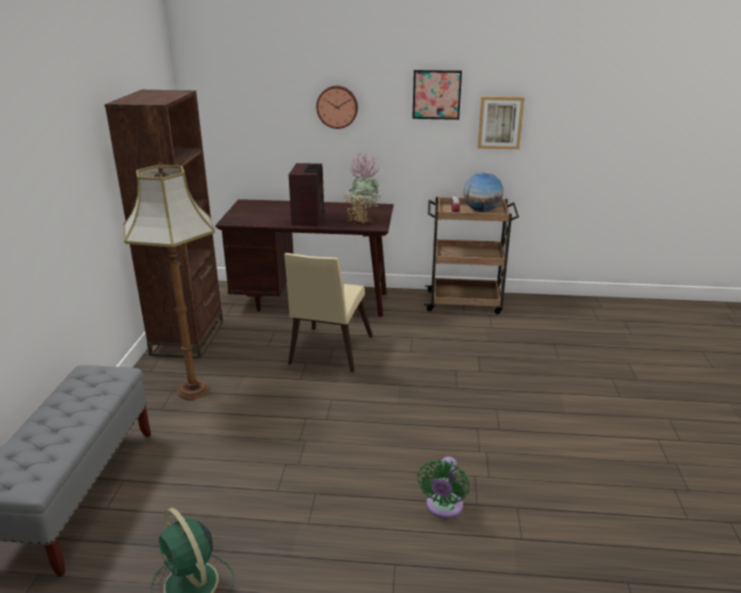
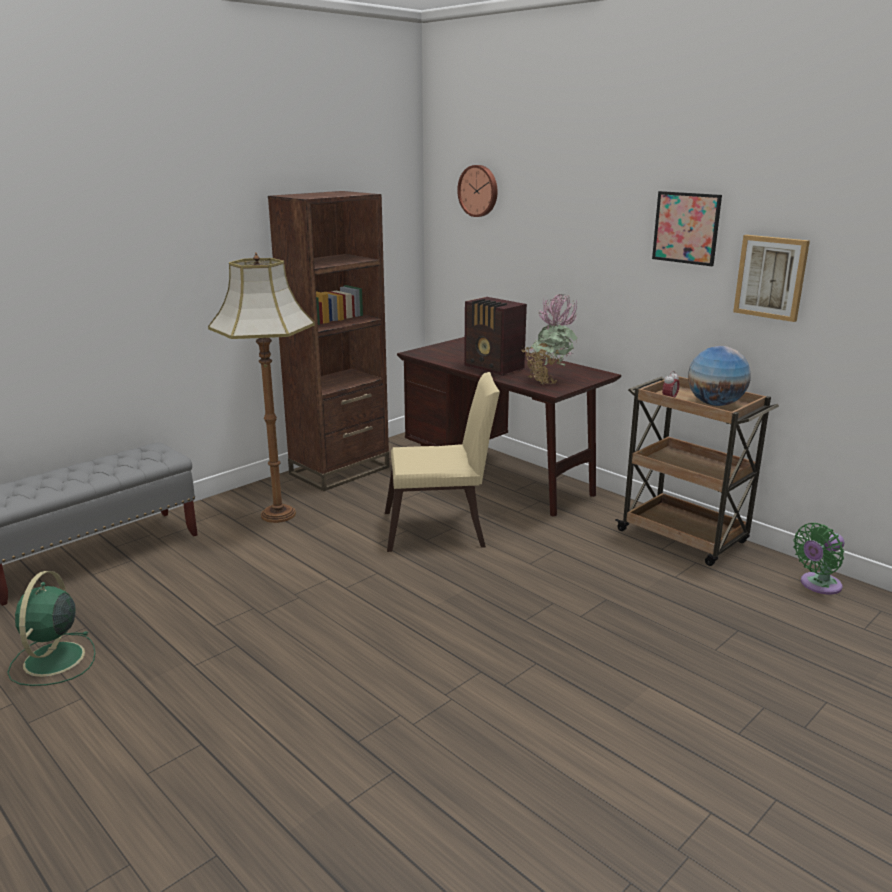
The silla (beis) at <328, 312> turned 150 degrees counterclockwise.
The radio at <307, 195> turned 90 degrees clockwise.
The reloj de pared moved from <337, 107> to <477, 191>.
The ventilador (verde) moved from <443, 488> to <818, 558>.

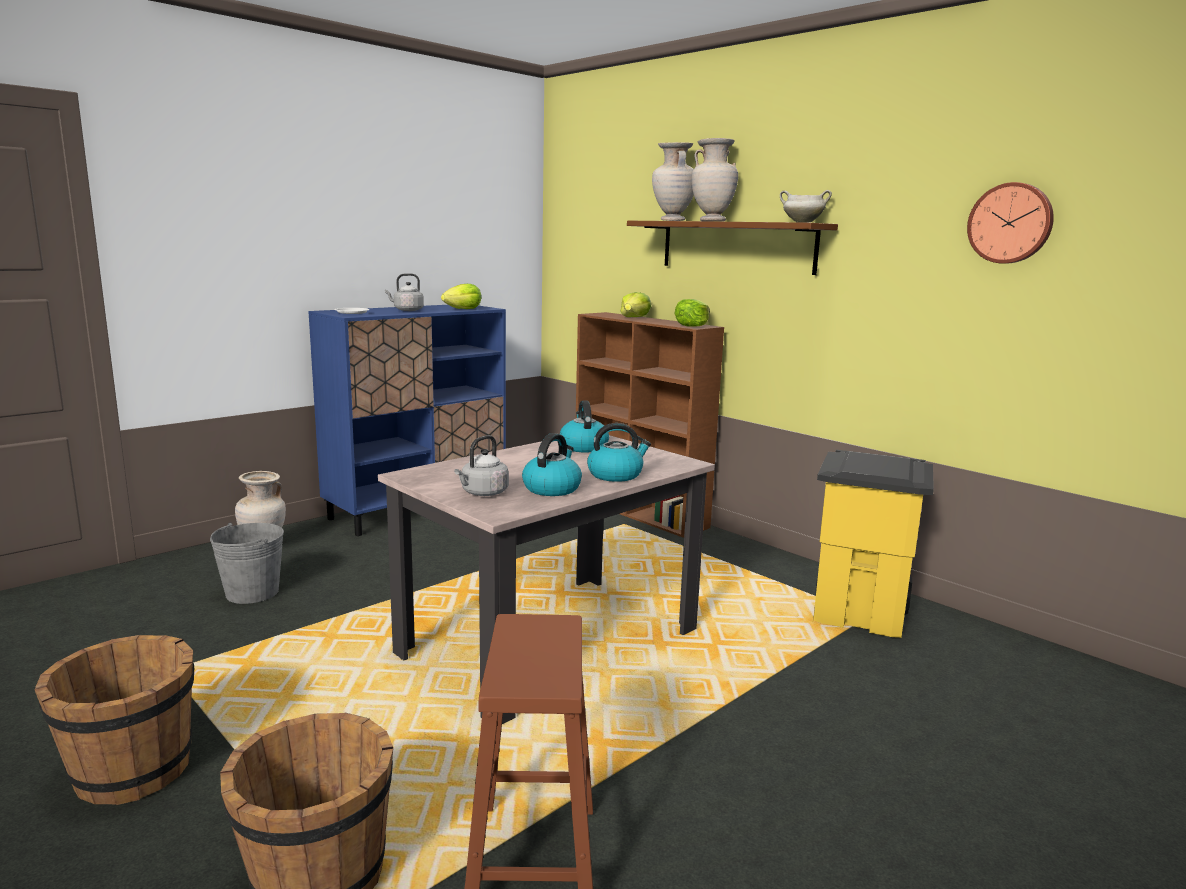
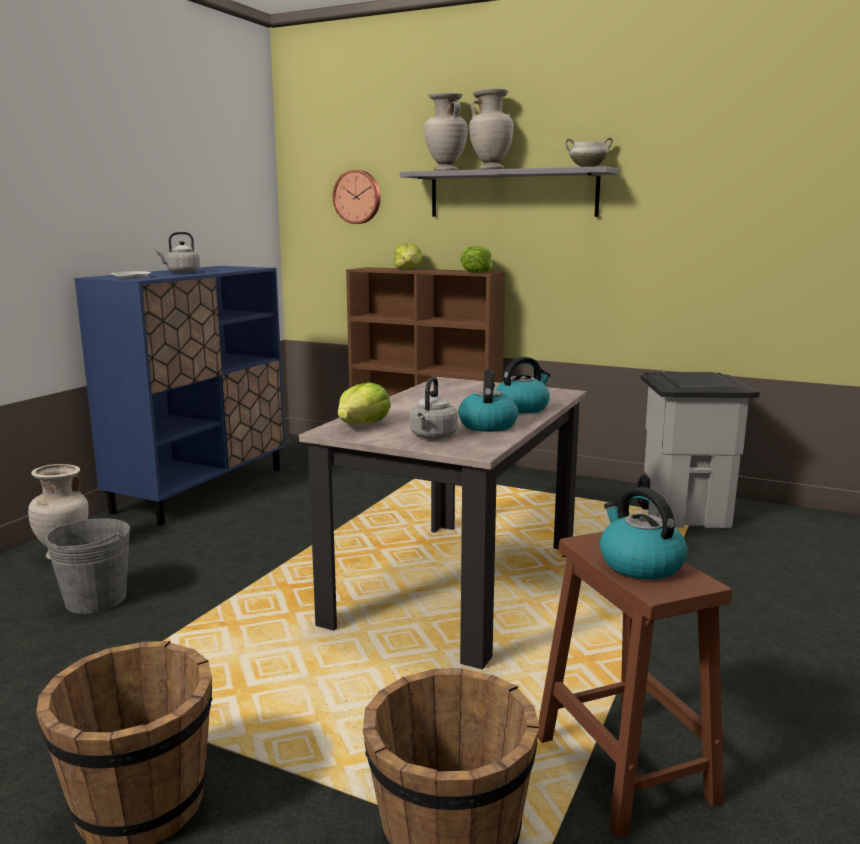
The lechuga moved from <461, 296> to <364, 403>.
The hervidor moved from <584, 426> to <643, 533>.
The estante (marrón) at <732, 248> became the estante (gris) at <509, 191>.
The papelera (amarillo) at <873, 544> became the papelera (gris) at <699, 450>.
The reloj de pared moved from <1010, 223> to <357, 197>.

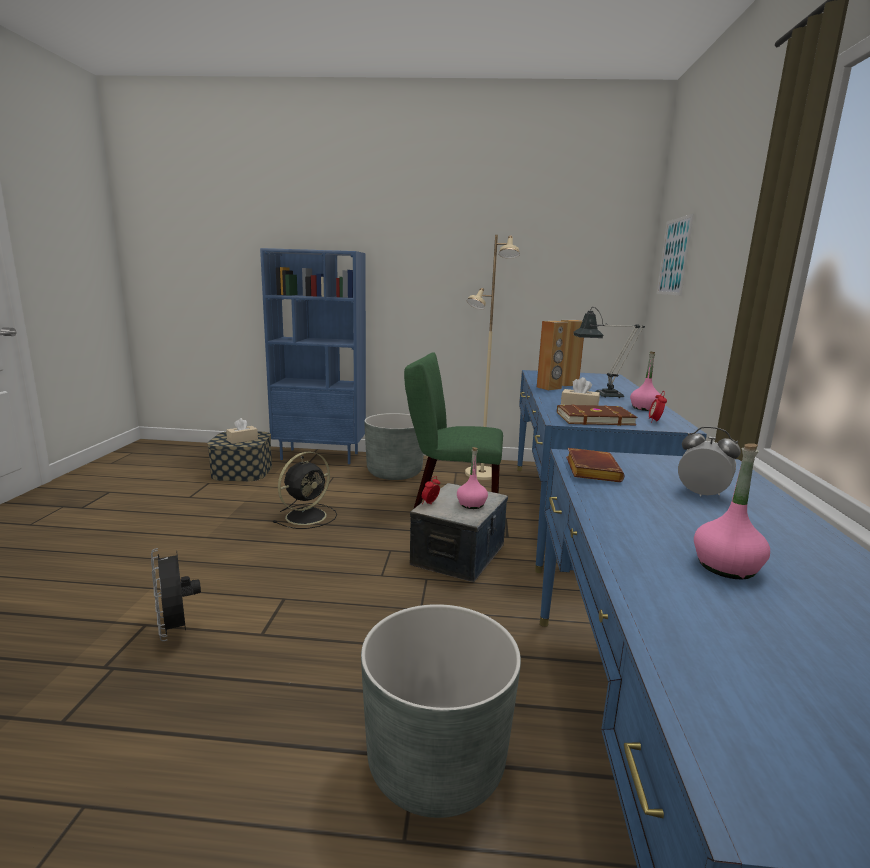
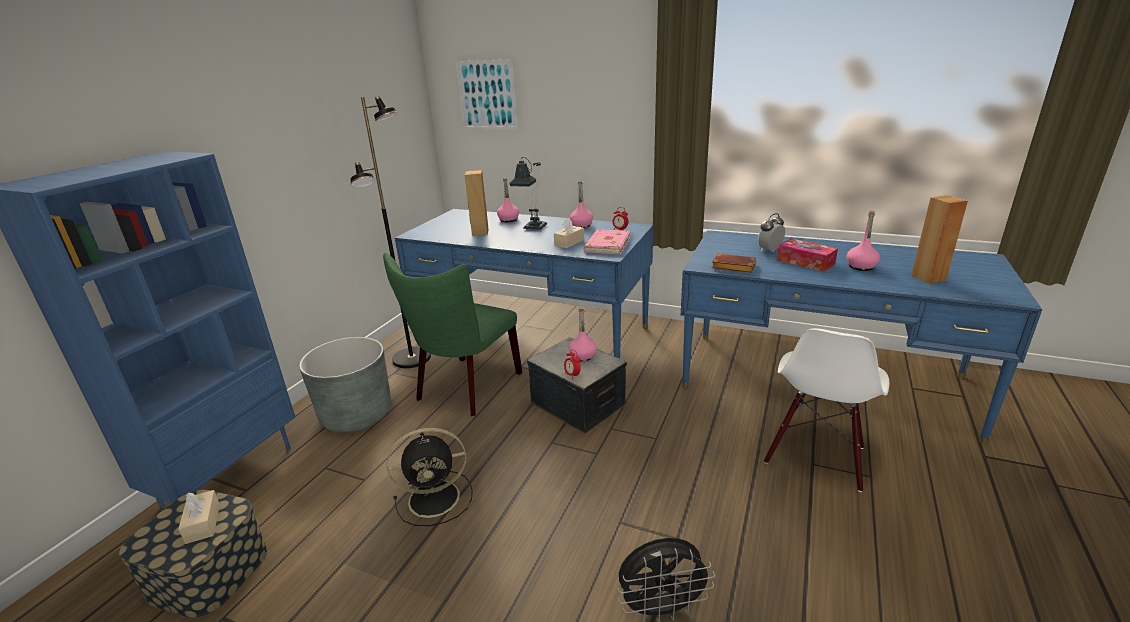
The ventilador (negro) at <305, 490> turned 105 degrees clockwise.
The maceta (gris) at <441, 711> was replaced by the silla (blanco) at <826, 410>.
The lámpara de pie (beis) at <492, 357> became the lámpara de pie (negro) at <390, 232>.
The altavoz (marrón) moved from <552, 355> to <939, 239>.
The libro (marrón) at <597, 415> became the libro (rosa) at <607, 241>.
The botella (rosa) at <508, 199> appeared.
The caja de pañuelos at <807, 255> appeared.

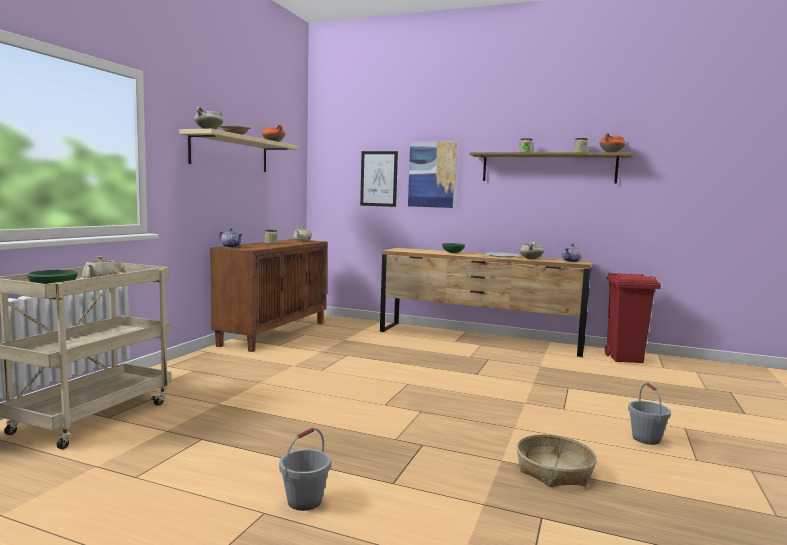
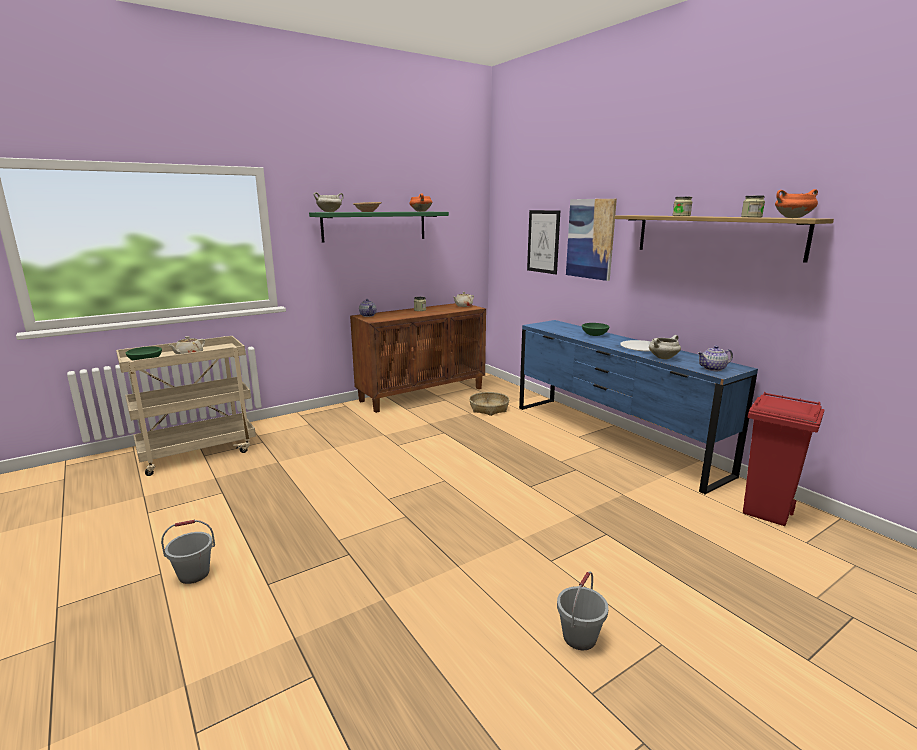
The estante (beis) at <238, 150> became the estante (verde) at <379, 227>.
The cómoda (marrón) at <485, 302> became the cómoda (azul) at <638, 407>.
The cesta moved from <557, 460> to <489, 404>.

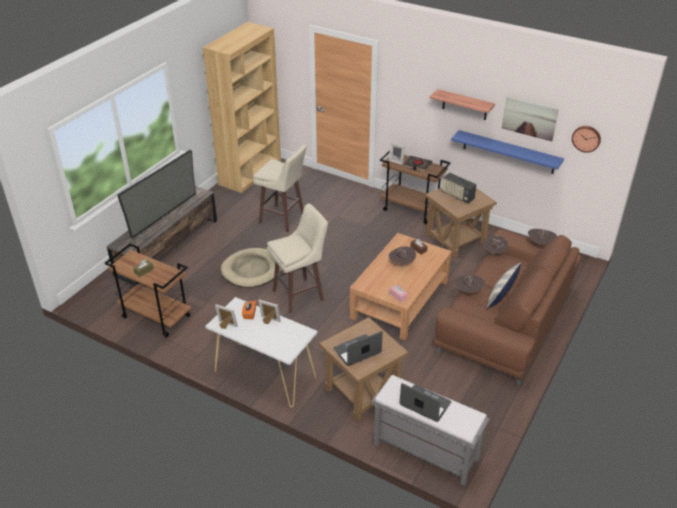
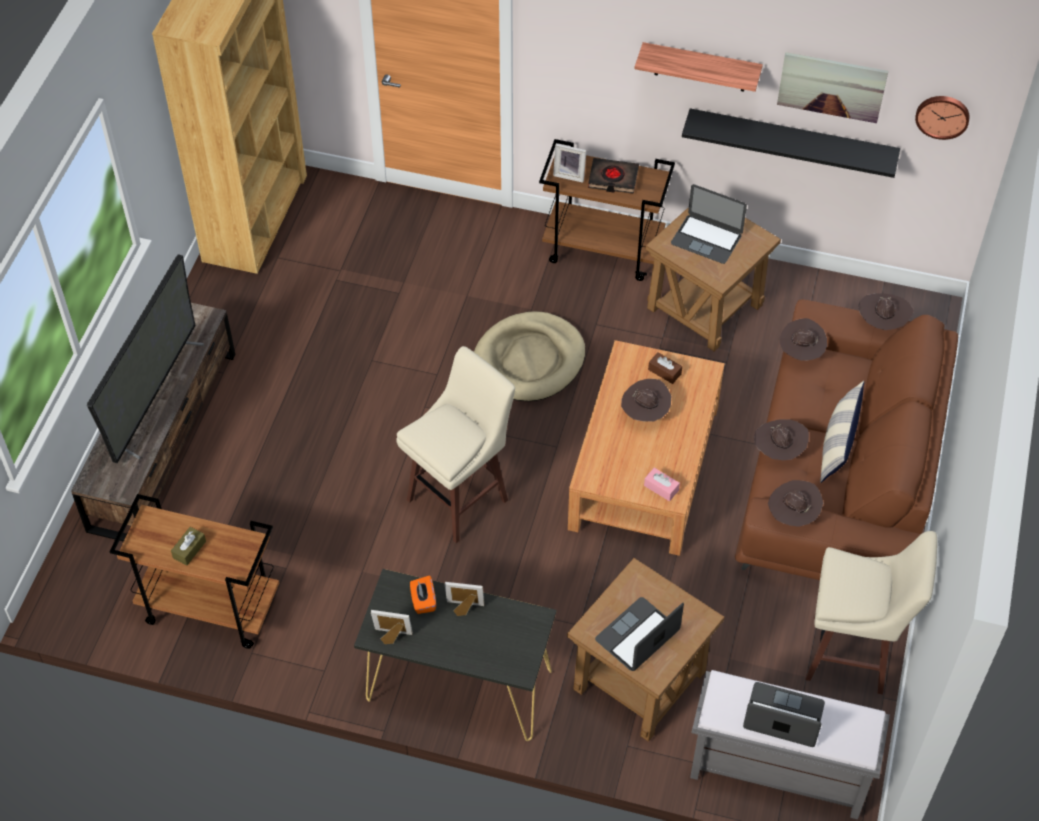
The mesa consola (blanco) at <261, 352> became the mesa consola (negro) at <455, 655>.
The cama para perro (beis) moved from <251, 268> to <529, 356>.
The taburete (beis) moved from <279, 188> to <871, 613>.
The radio at <459, 188> was replaced by the portátil at <709, 224>.
The estante (azul) at <507, 152> became the estante (negro) at <791, 143>.
The sombrero (marrón) at <795, 503> appeared.

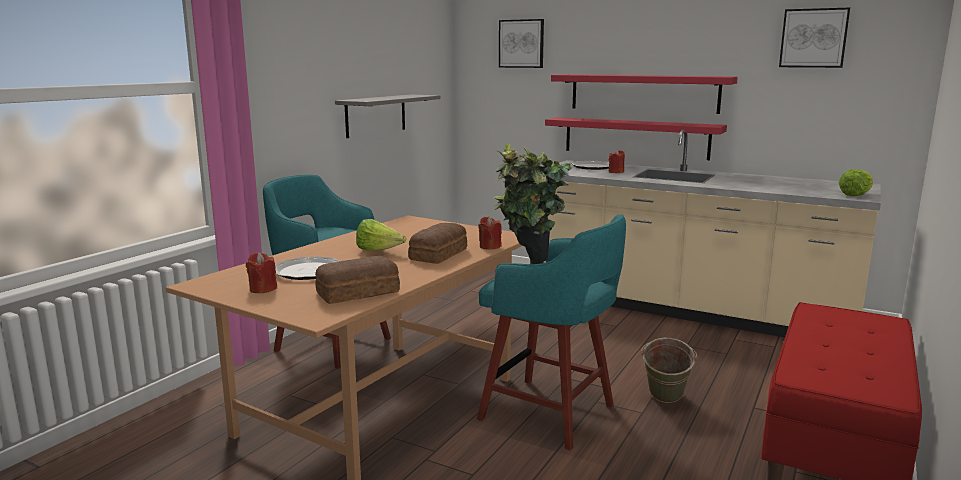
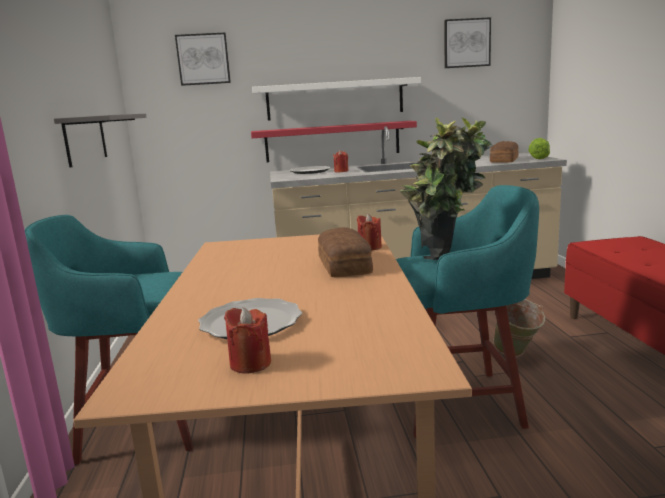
The pan moved from <357, 280> to <504, 152>.
The lechuga at <381, 235> disappeared.
The estante (rojo) at <644, 94> became the estante (blanco) at <336, 99>.

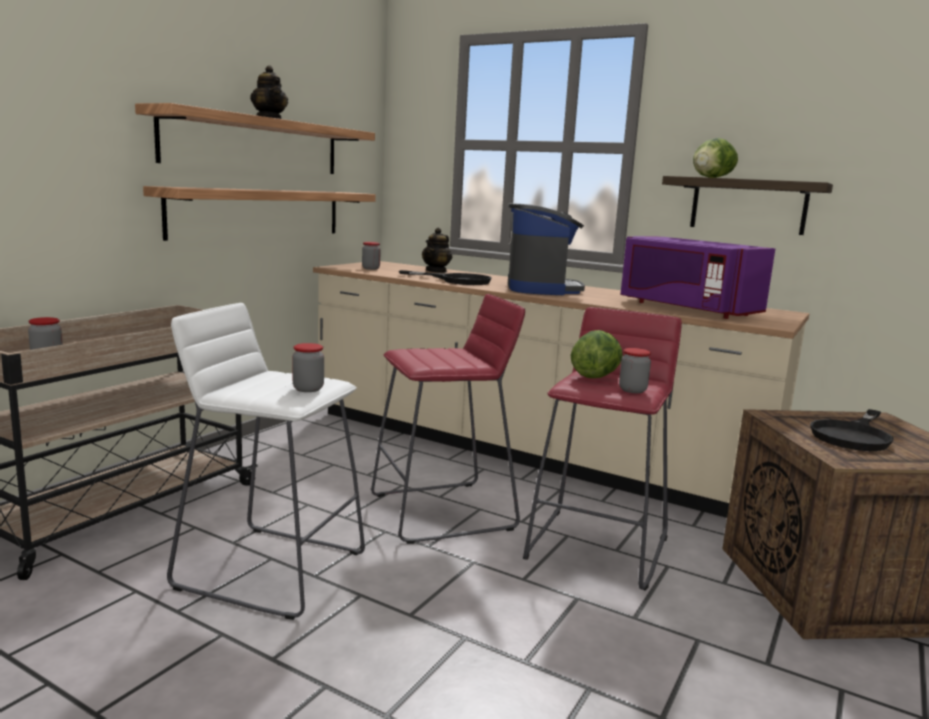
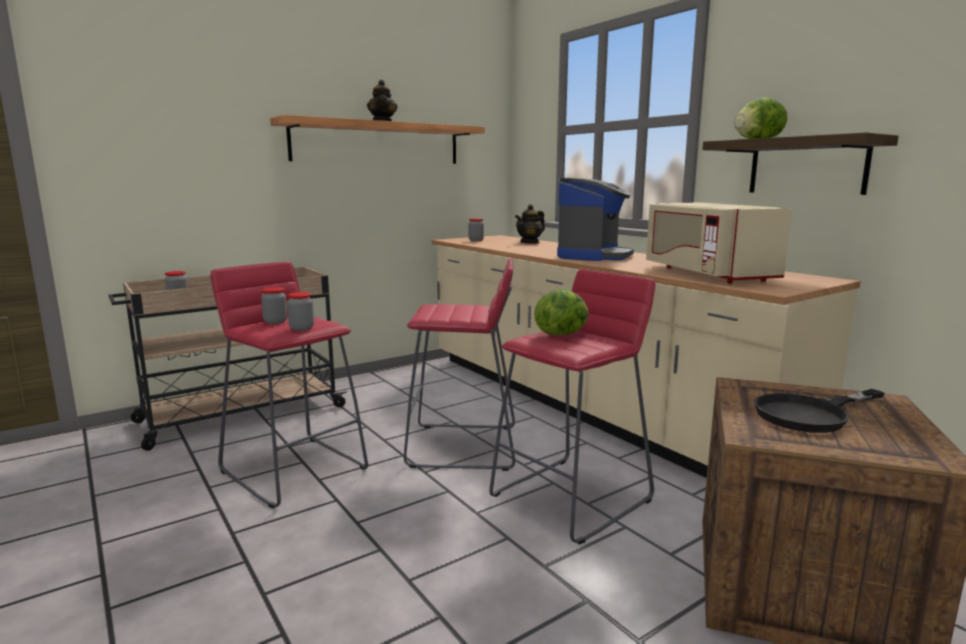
The estante at <259, 213> disappeared.
The taburete (blanco) at <266, 461> became the taburete (rojo) at <289, 385>.
The sartén (negro) at <445, 277> disappeared.
The tarro moved from <635, 370> to <274, 305>.
The microondas (morado) at <698, 277> became the microondas (beis) at <719, 243>.

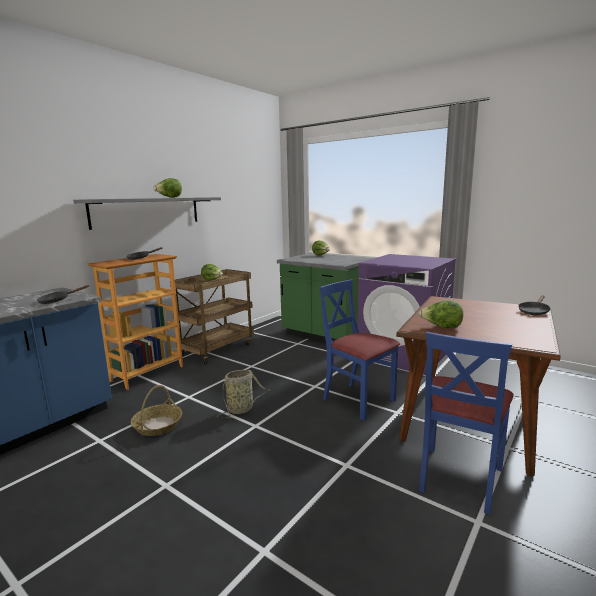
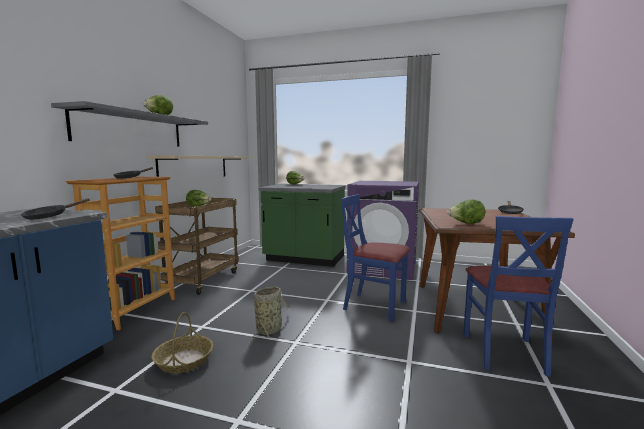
The estante (beis) at <198, 166> appeared.

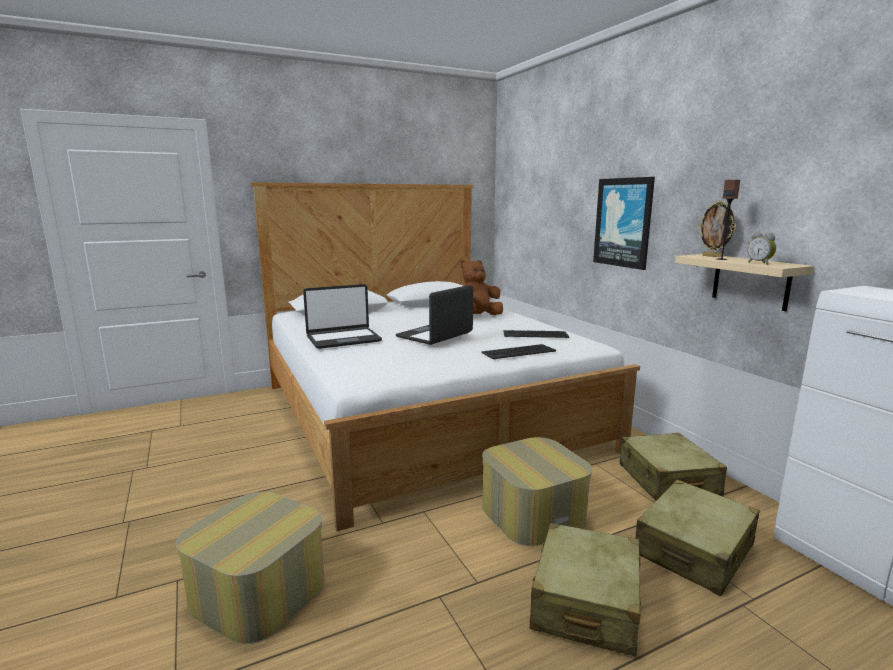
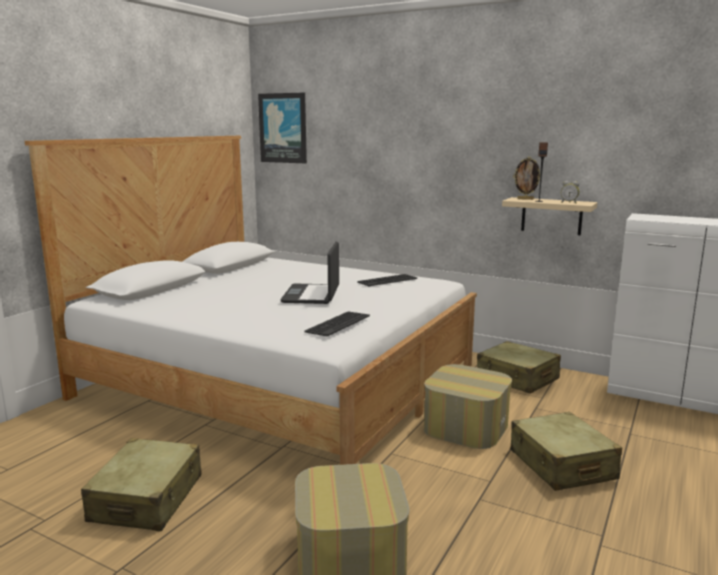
The portátil at <342, 316> disappeared.
The peluche (marrón) at <481, 287> disappeared.
The teclado moved from <518, 352> to <337, 324>.
The cuadro moved from <624, 223> to <282, 128>.
The maleta (beis) moved from <697, 537> to <141, 484>.

